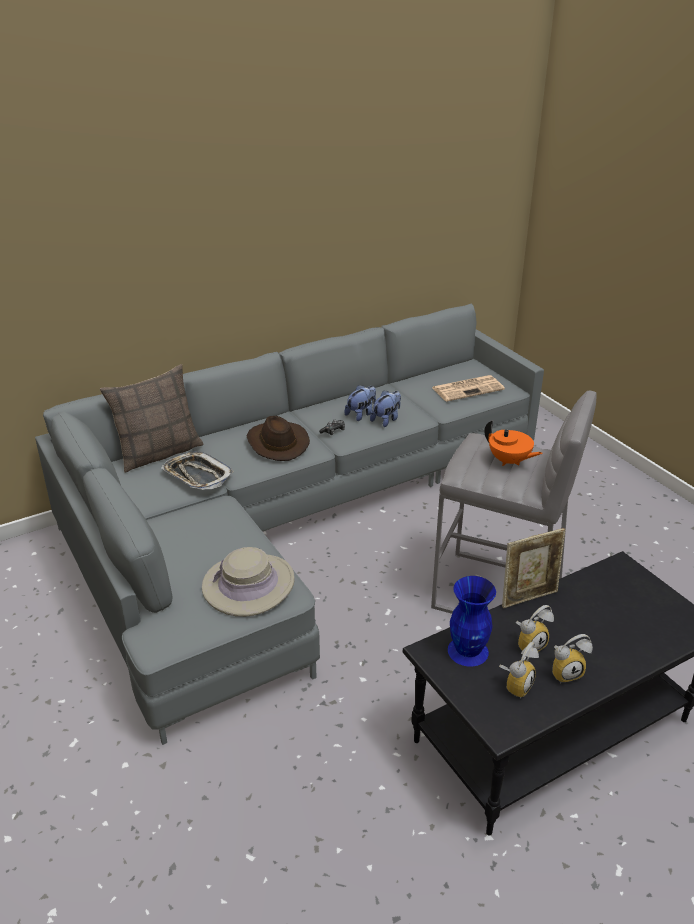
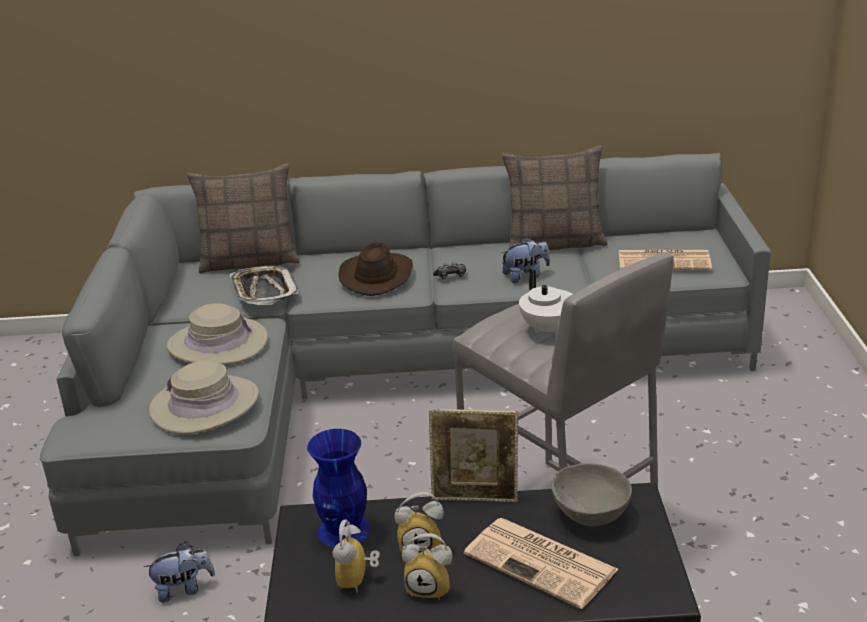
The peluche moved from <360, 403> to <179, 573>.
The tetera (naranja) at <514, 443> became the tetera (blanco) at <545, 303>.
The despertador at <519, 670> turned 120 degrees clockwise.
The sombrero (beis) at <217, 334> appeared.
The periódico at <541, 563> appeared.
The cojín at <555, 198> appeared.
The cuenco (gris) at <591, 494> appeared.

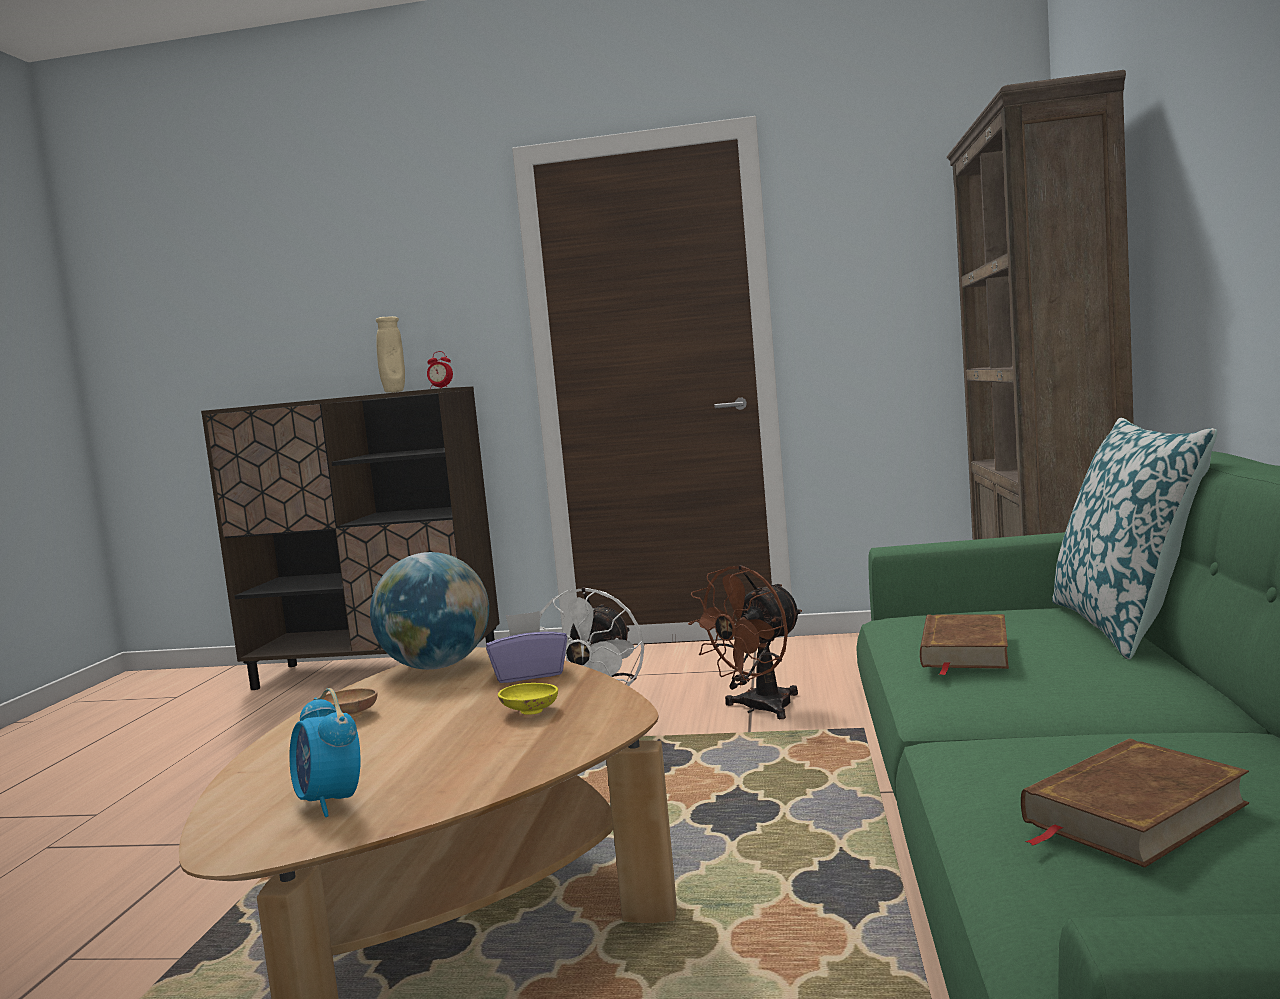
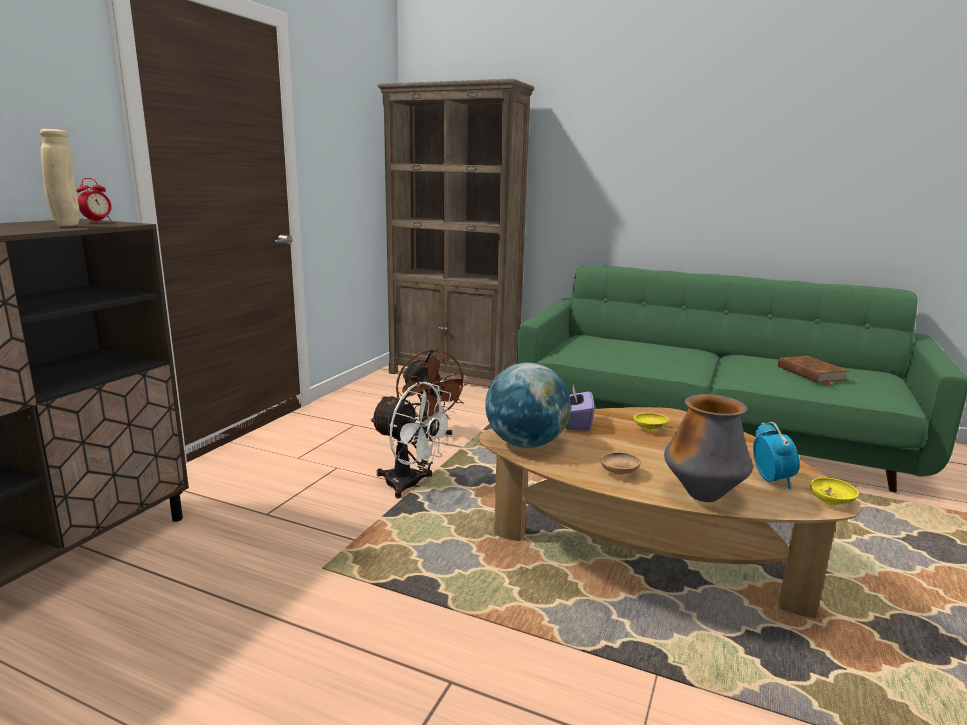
The despertador at <325, 752> turned 75 degrees counterclockwise.
The libro (marrón) at <964, 644> disappeared.
The cojín at <1134, 539> disappeared.
The florero at <708, 448> appeared.
The cuenco (amarillo) at <834, 491> appeared.

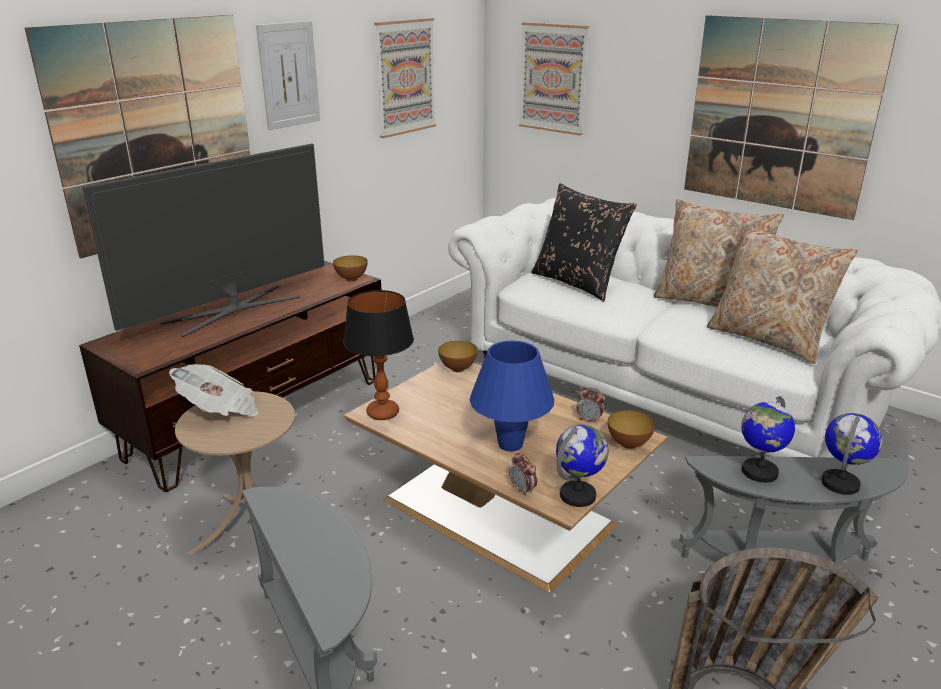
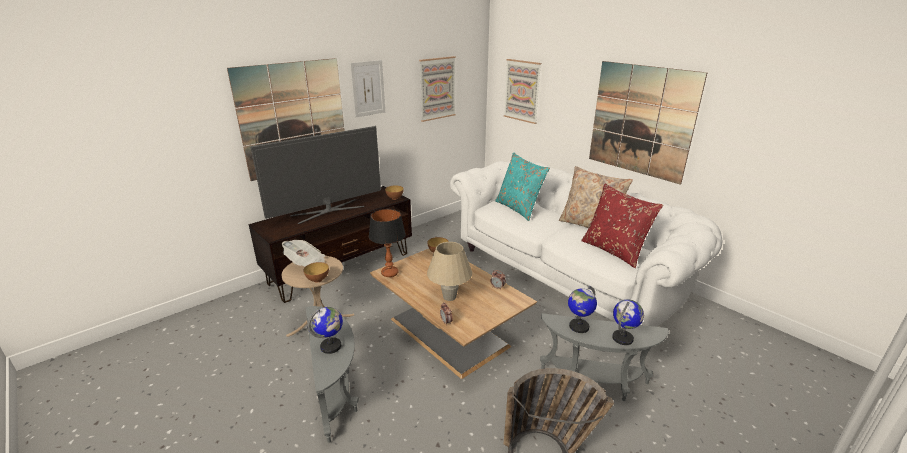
The lámpara de mesa (azul) at <512, 396> became the lámpara de mesa (beis) at <449, 271>.
The cojín (negro) at <584, 242> became the cojín (turquesa) at <522, 186>.
The globo terráqueo moved from <582, 466> to <325, 330>.
The cuenco moved from <631, 429> to <316, 272>.
The cojín (beis) at <782, 293> became the cojín (rojo) at <622, 226>.

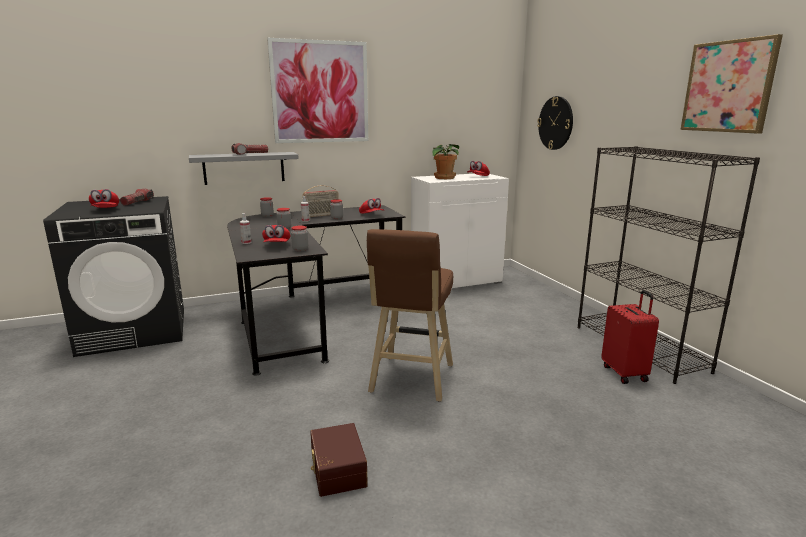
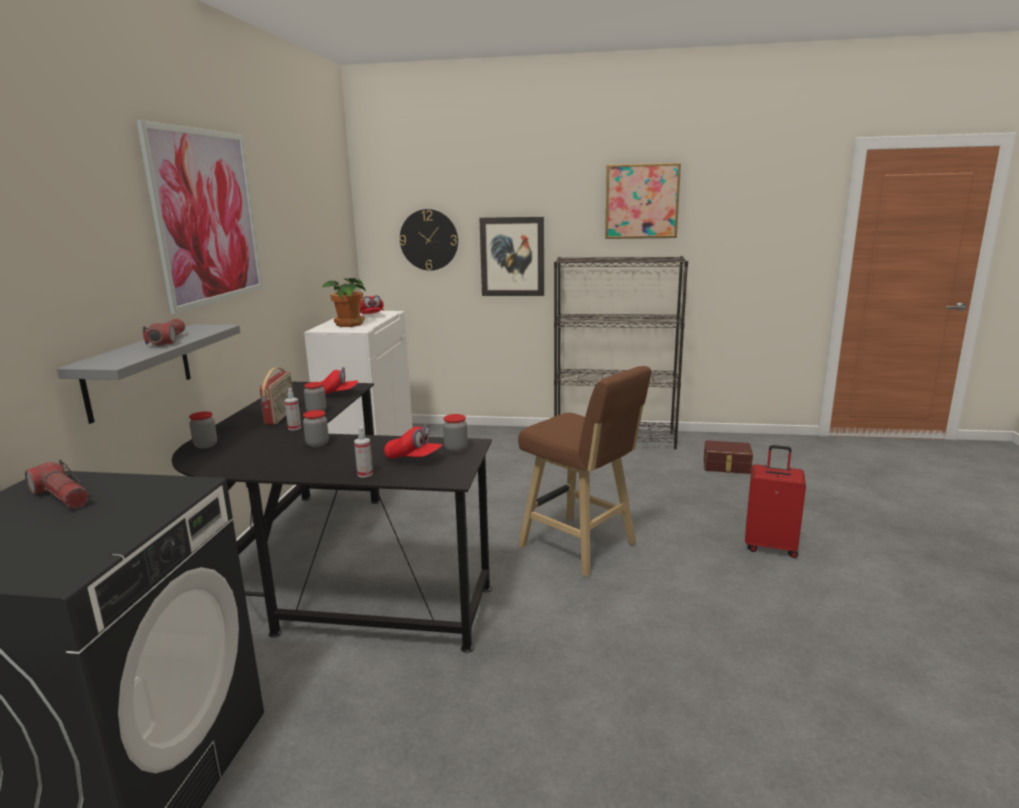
The gorra (rojo) at <104, 198> disappeared.
The caja de almacenaje (marrón) moved from <339, 460> to <728, 457>.
The maleta (rojo) moved from <630, 337> to <775, 501>.
The cuadro at <511, 256> appeared.

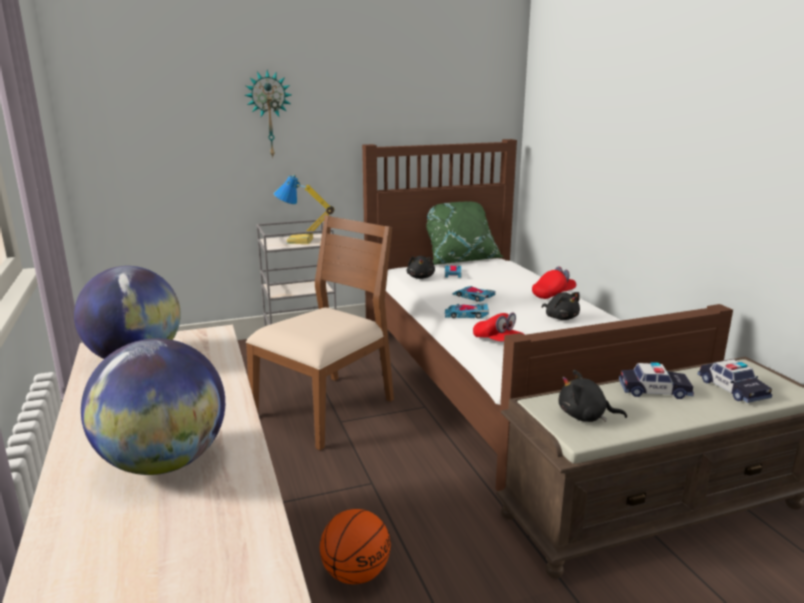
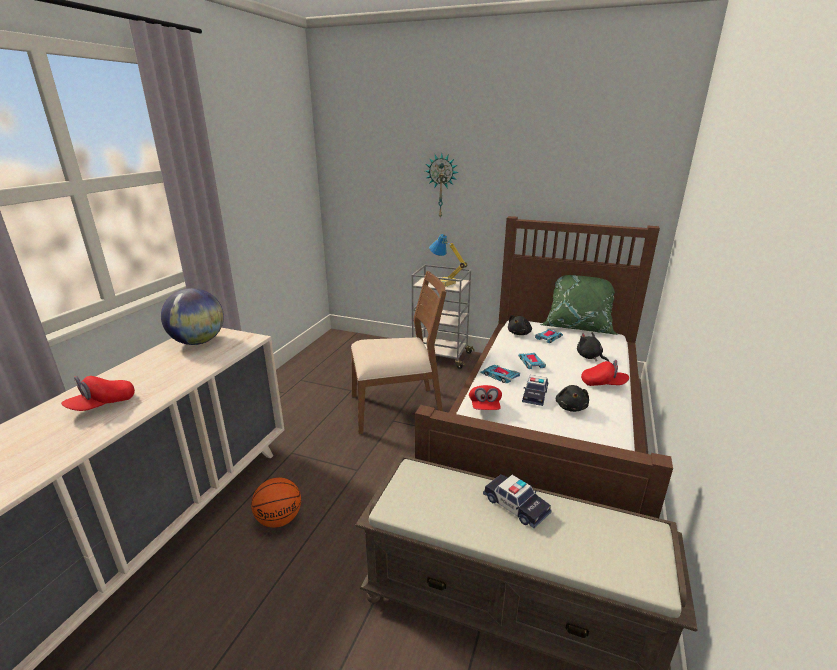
The globo terráqueo at <153, 406> was replaced by the gorra (rojo) at <98, 393>.
The peluche (negro) moved from <593, 396> to <593, 347>.
The coche de juguete moved from <734, 381> to <535, 390>.

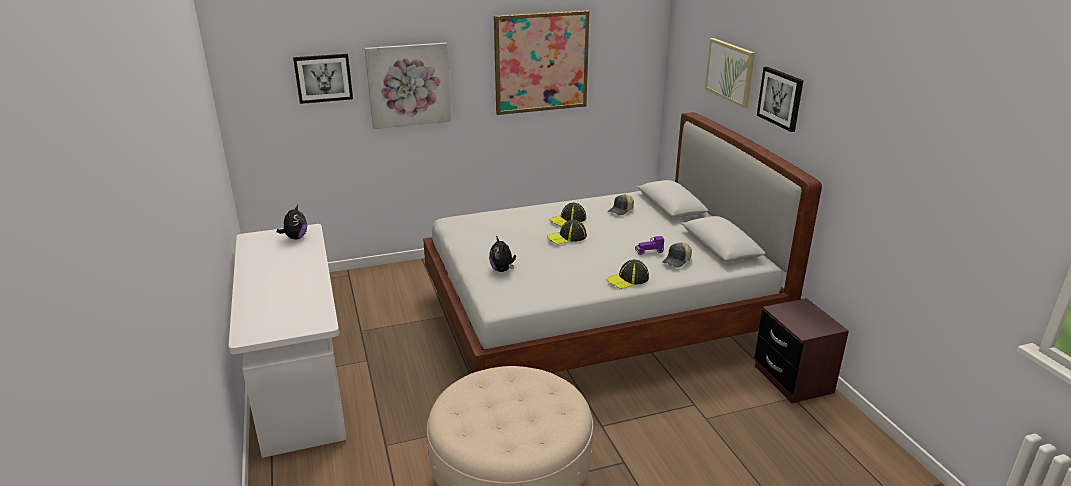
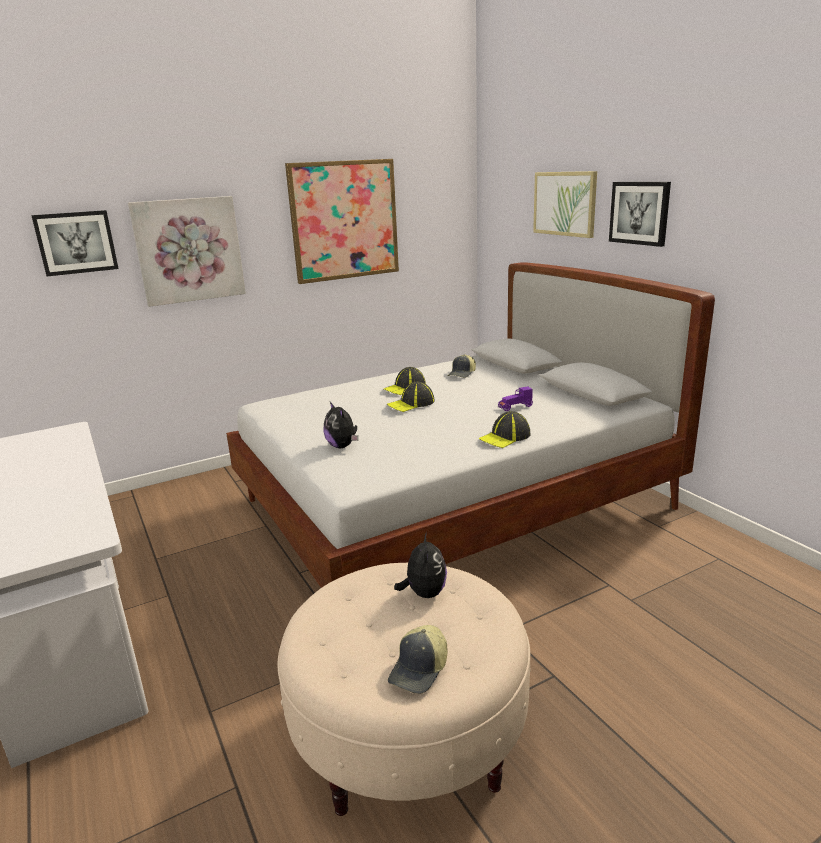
The peluche moved from <292, 222> to <420, 565>.
The gorra moved from <677, 254> to <417, 659>.
The mesita de noche (marrón) at <801, 350> disappeared.

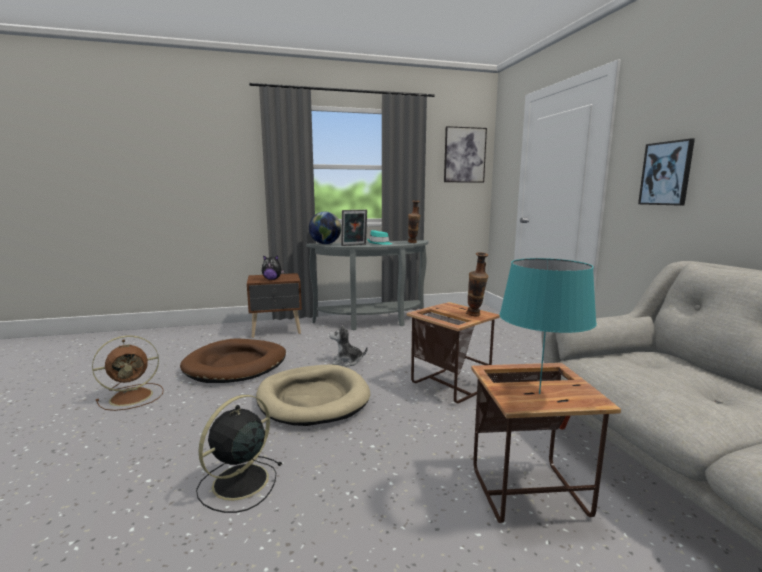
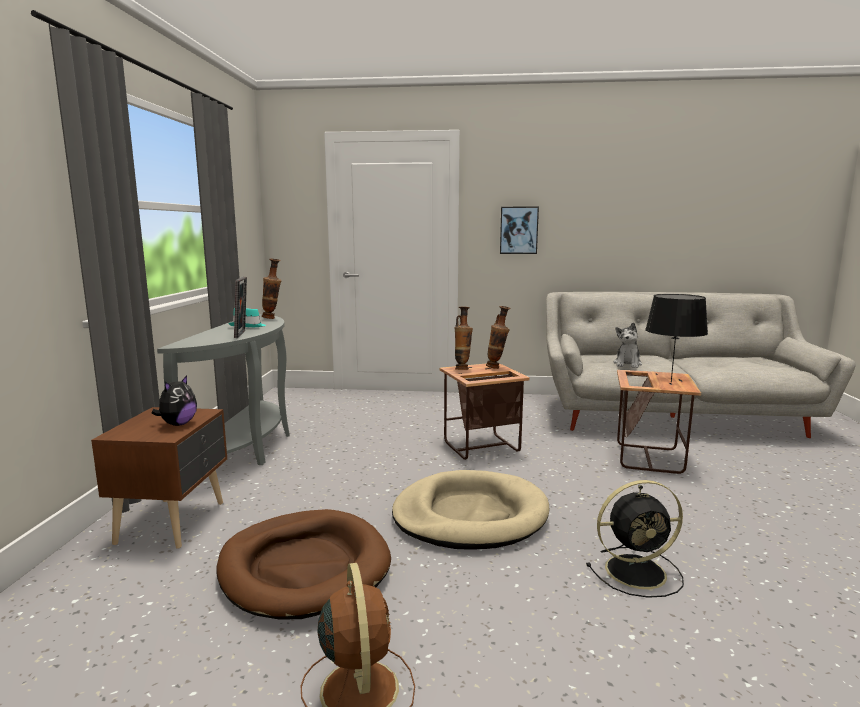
The ventilador (negro) at <239, 454> turned 60 degrees counterclockwise.
The globo terráqueo at <325, 228> disappeared.
The peluche moved from <348, 346> to <628, 345>.
The cuadro at <465, 154> disappeared.
The lámpara de mesa (turquesa) at <548, 326> became the lámpara de mesa (negro) at <676, 338>.
The florero at <463, 338> appeared.

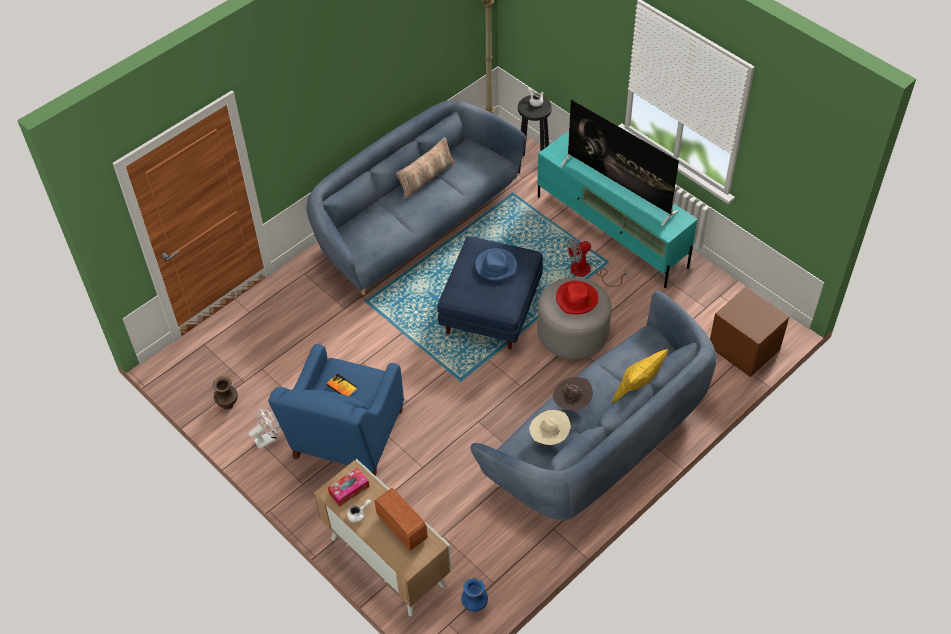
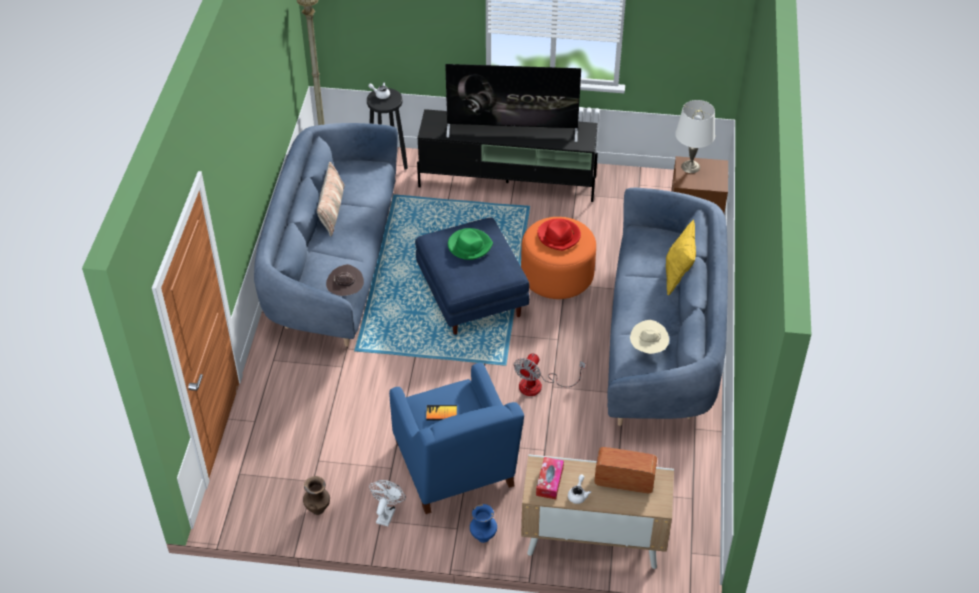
The florero (azul) moved from <474, 595> to <483, 523>.
The sombrero (azul) at <496, 264> became the sombrero (verde) at <470, 244>.
The mueble de televisión (turquesa) at <617, 210> became the mueble de televisión (negro) at <507, 155>.
The puf (gris) at <574, 318> became the puf (naranja) at <558, 258>.
The sombrero (marrón) moved from <572, 394> to <345, 280>.
The ventilador moved from <597, 263> to <550, 374>.
The lámpara de mesa (blanco) at <695, 136> appeared.

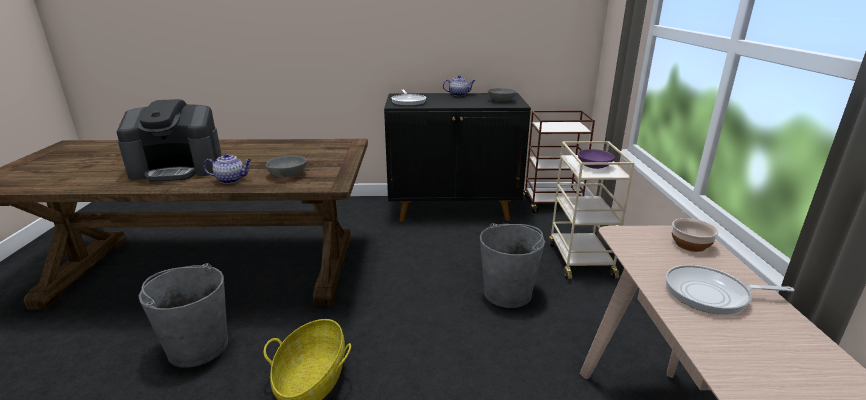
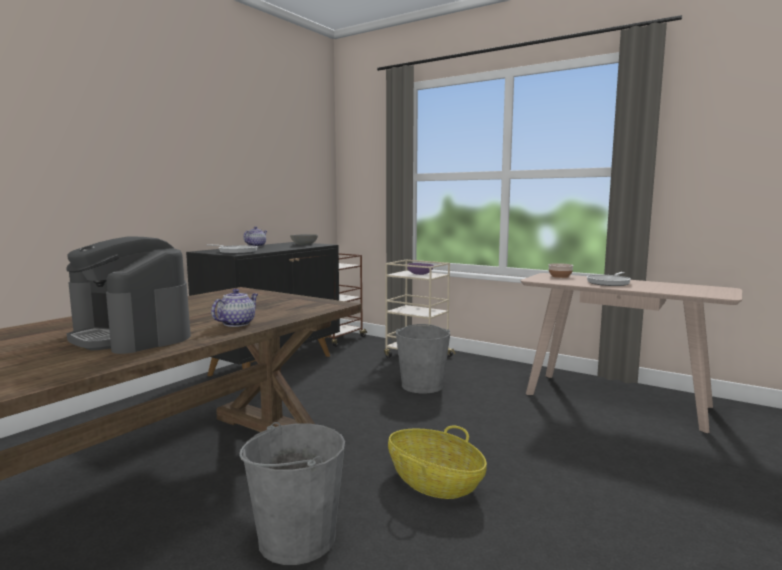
The cafetera at <169, 140> turned 105 degrees clockwise.
The cuenco (gris) at <286, 166> disappeared.

